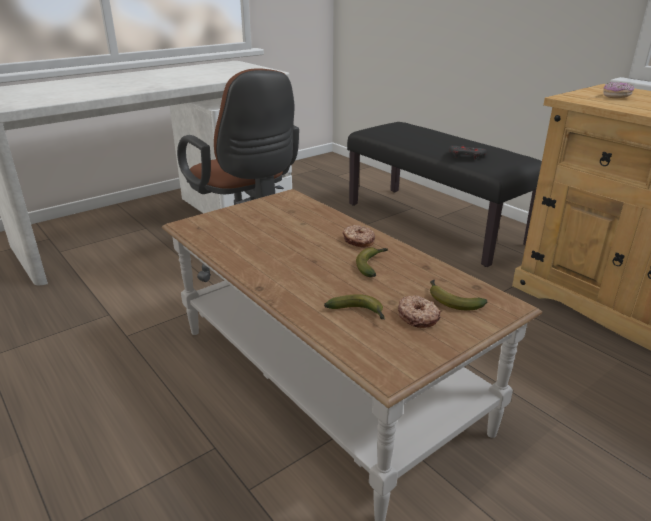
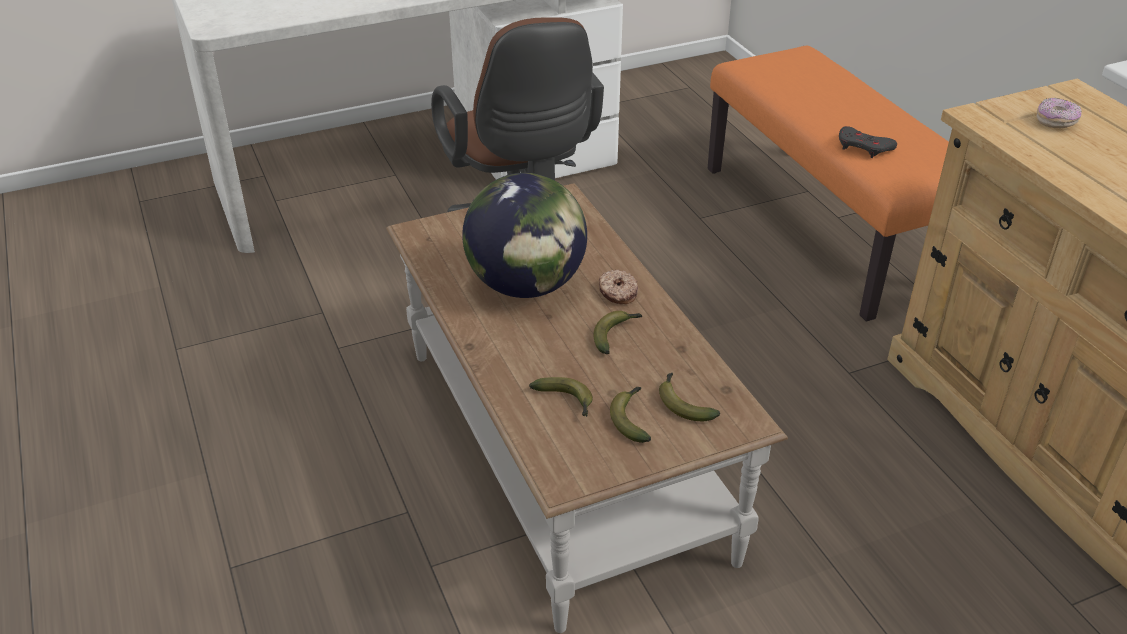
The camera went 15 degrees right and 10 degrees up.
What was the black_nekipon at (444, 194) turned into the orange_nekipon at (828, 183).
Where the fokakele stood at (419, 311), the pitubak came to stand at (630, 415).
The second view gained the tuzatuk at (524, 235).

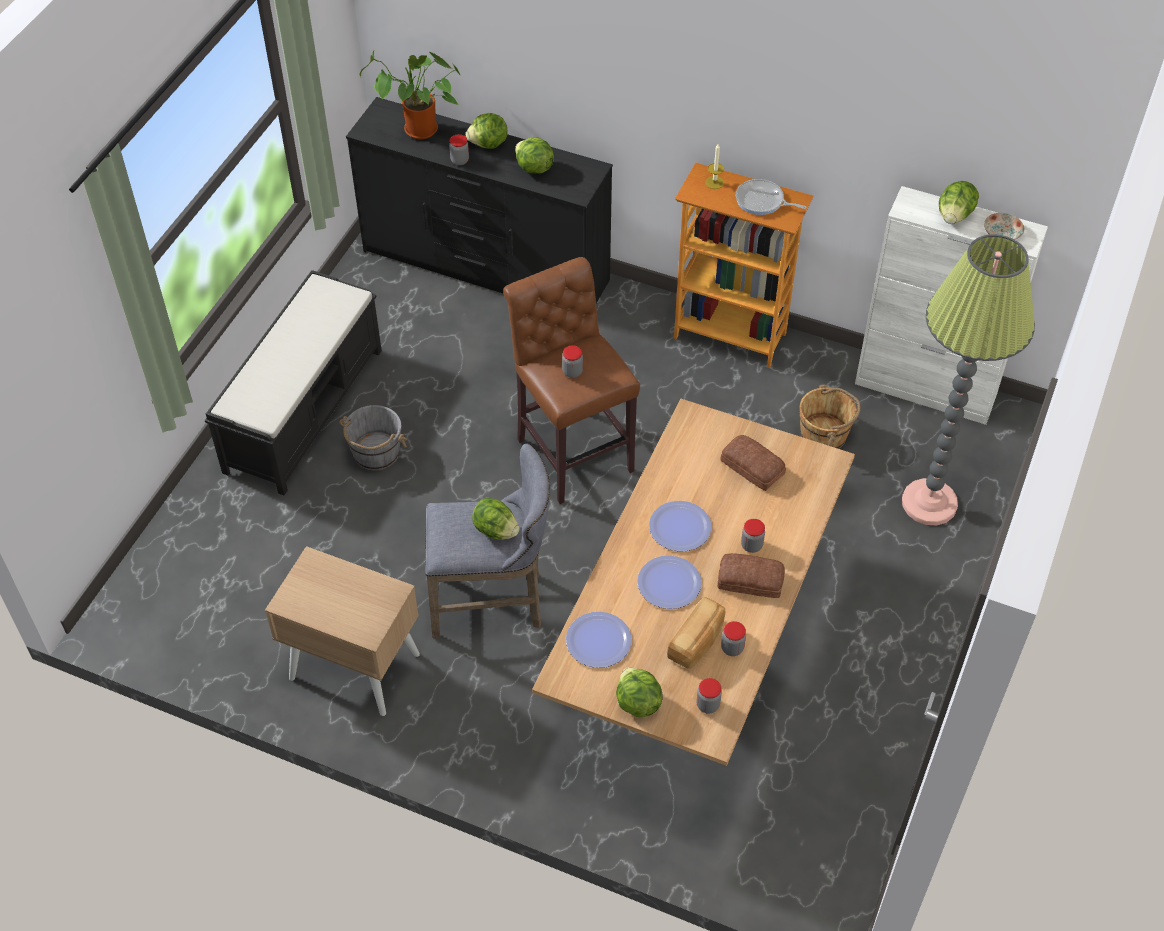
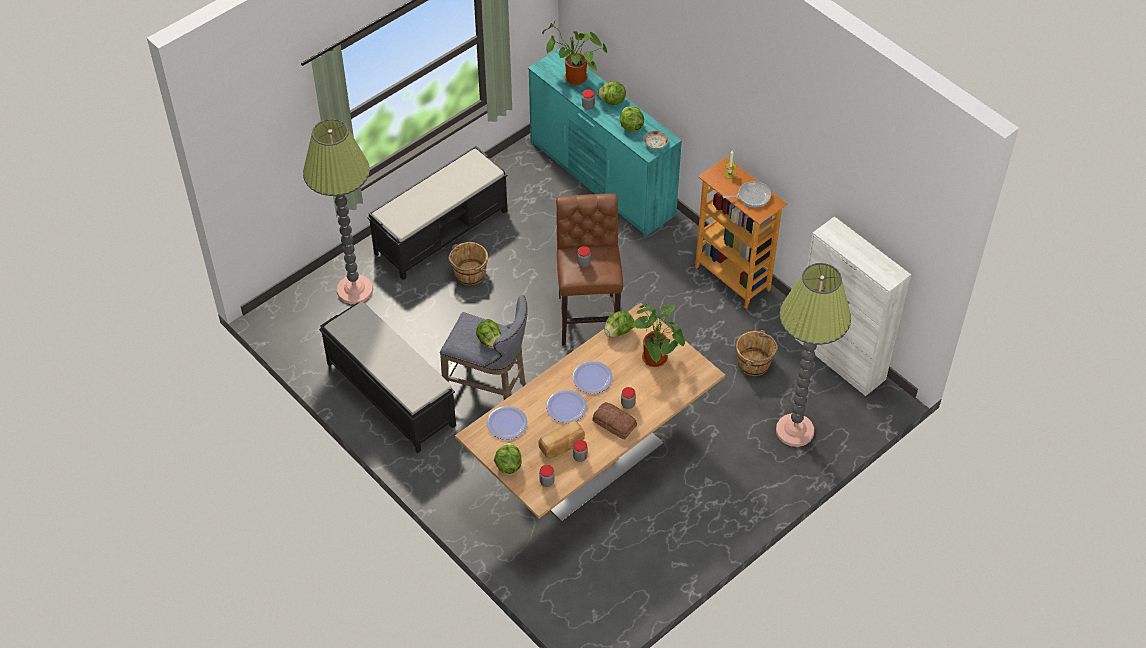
The camera went 25 degrees right and 0 degrees up.
What was the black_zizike at (479, 200) turned into the turquoise_zizike at (605, 141).
The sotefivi at (771, 197) ended up facing another way, 120 degrees clockwise from before.
The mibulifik ended up elsewhere, having gone from (959, 202) to (619, 324).
The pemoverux ended up elsewhere, having gone from (1004, 226) to (656, 140).
What was the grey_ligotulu at (373, 438) turned into the brown_ligotulu at (468, 263).
Where the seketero stood at (753, 463), the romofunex came to stand at (658, 335).
Where the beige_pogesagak stood at (342, 631), the black_nekipon came to stand at (387, 377).
The second view gained the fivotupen at (338, 211).

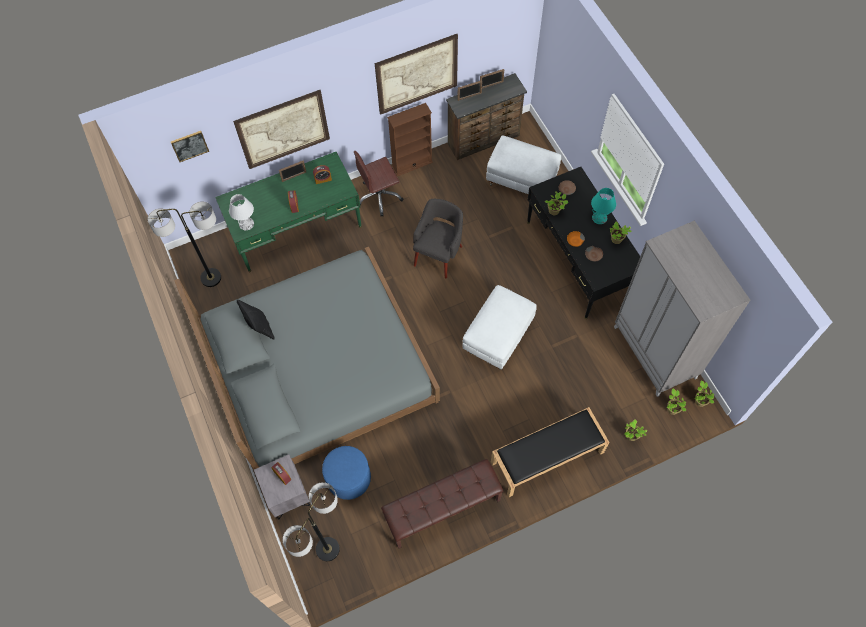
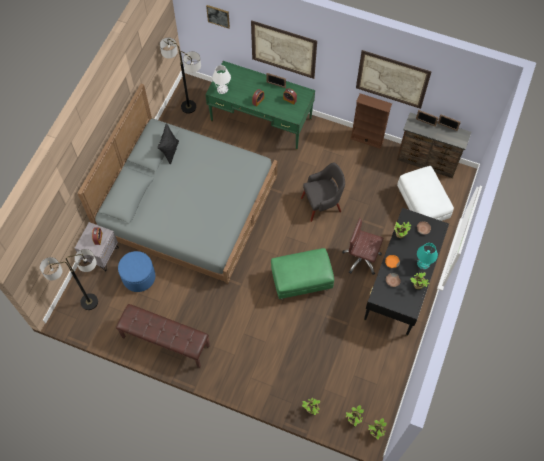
The camera went 45 degrees right and 0 degrees up.
The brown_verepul ended up elsewhere, having gone from (379, 183) to (362, 246).
The second view lost the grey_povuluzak at (682, 308).
What was the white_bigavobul at (499, 327) turned into the green_bigavobul at (302, 274).
The second view lost the black_nekipon at (550, 452).

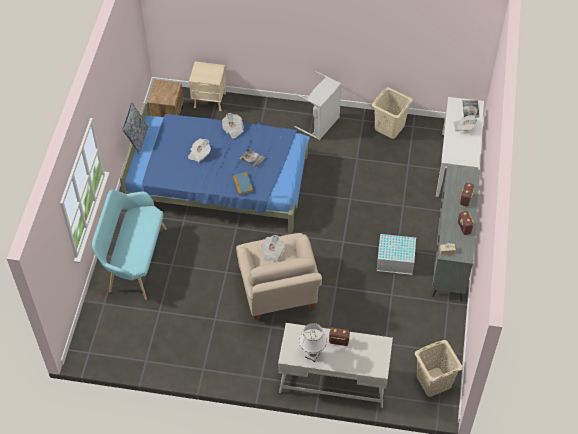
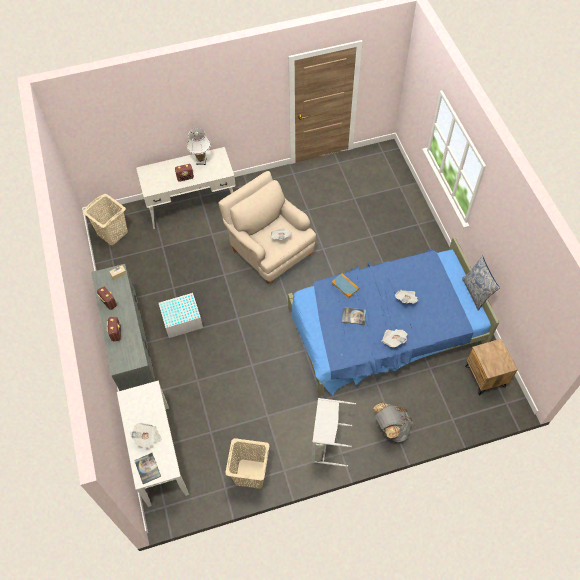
The camera went 155 degrees right and 5 degrees up.
The second view lost the beige_pogesagak at (207, 86).
The second view lost the turquoise_nekipon at (129, 245).
The second view gained the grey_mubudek at (393, 422).

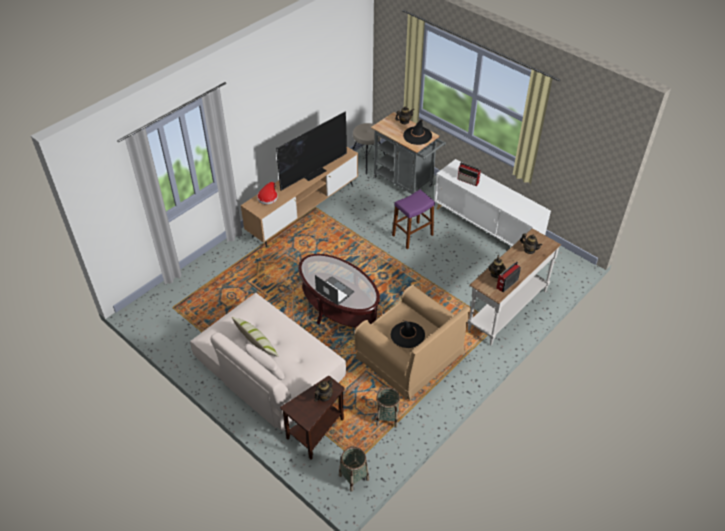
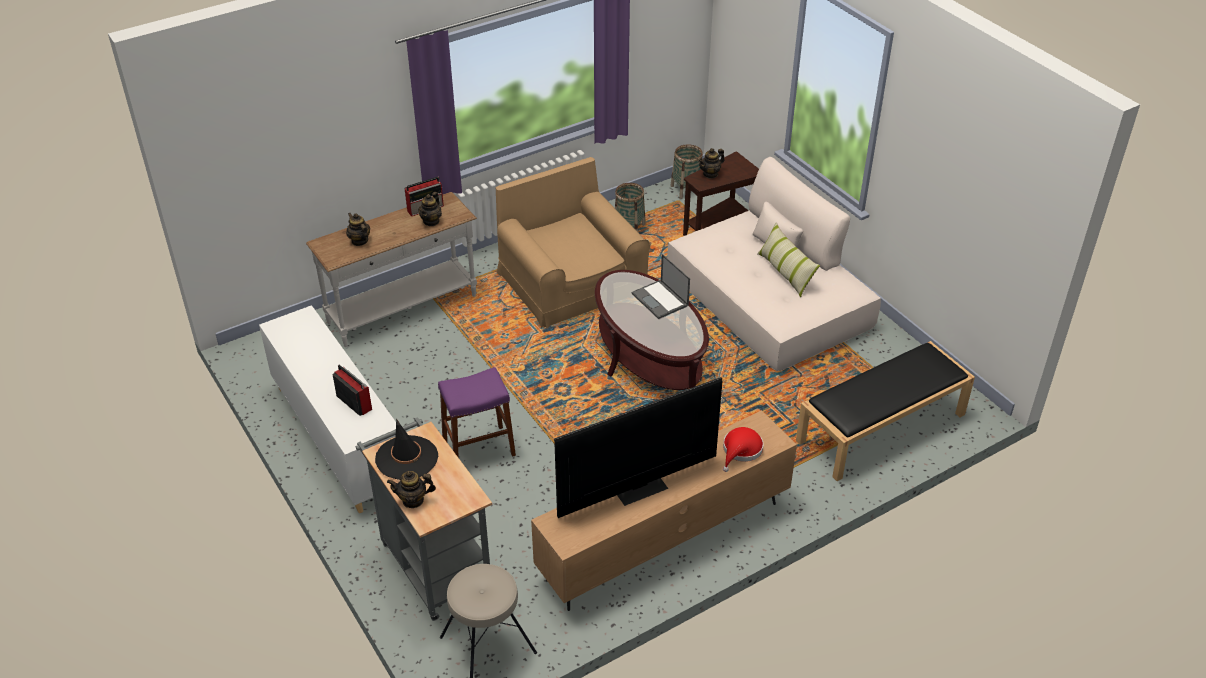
The camera went 165 degrees left and 5 degrees down.
The second view lost the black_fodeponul at (408, 334).
The second view gained the black_nekipon at (885, 411).

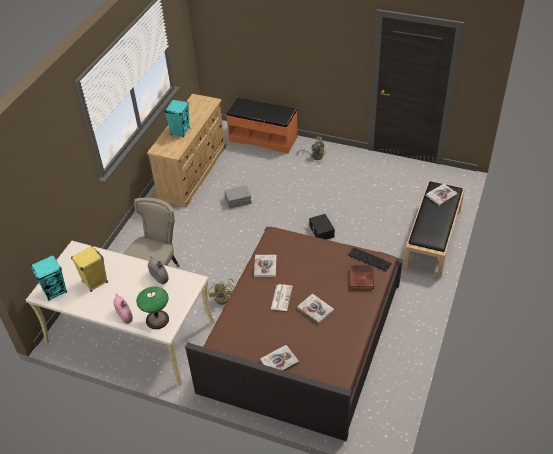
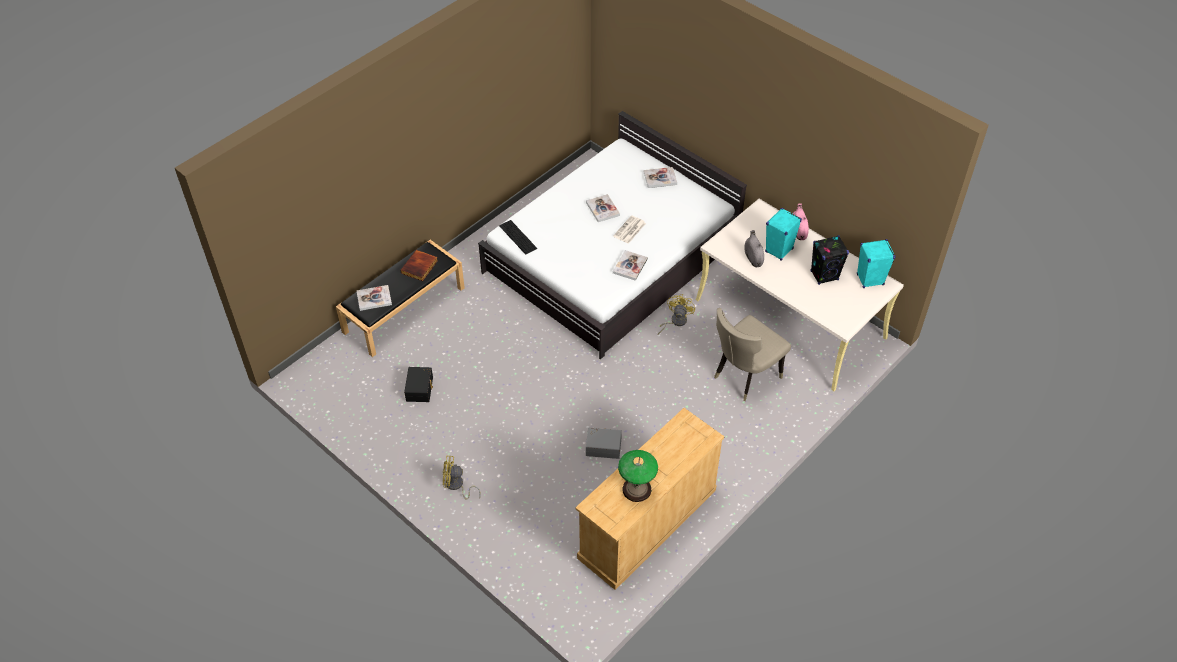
The camera went 160 degrees left and 5 degrees up.
The second view lost the orange_nekipon at (262, 126).
The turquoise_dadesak ended up elsewhere, having gone from (177, 118) to (783, 234).
The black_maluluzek ended up elsewhere, having gone from (322, 227) to (418, 384).
What was the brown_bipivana at (294, 334) turned into the white_bipivana at (612, 235).
What was the yellow_dadesak at (89, 268) turned into the black_dadesak at (830, 260).
The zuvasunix ended up elsewhere, having gone from (362, 277) to (419, 265).
The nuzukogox ended up elsewhere, having gone from (152, 308) to (638, 476).

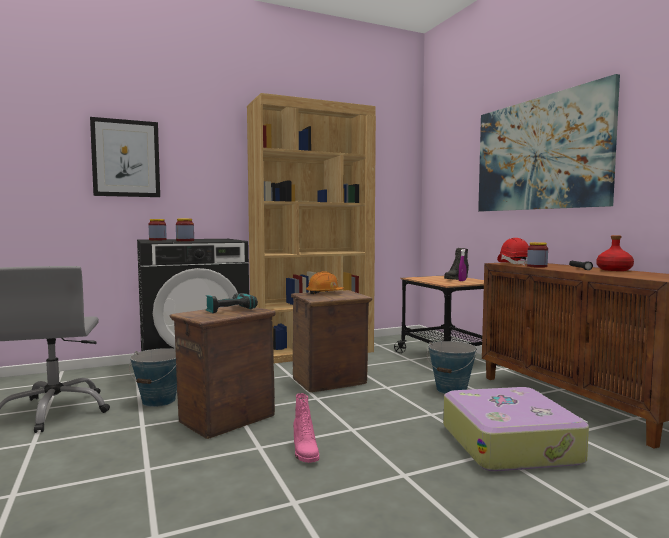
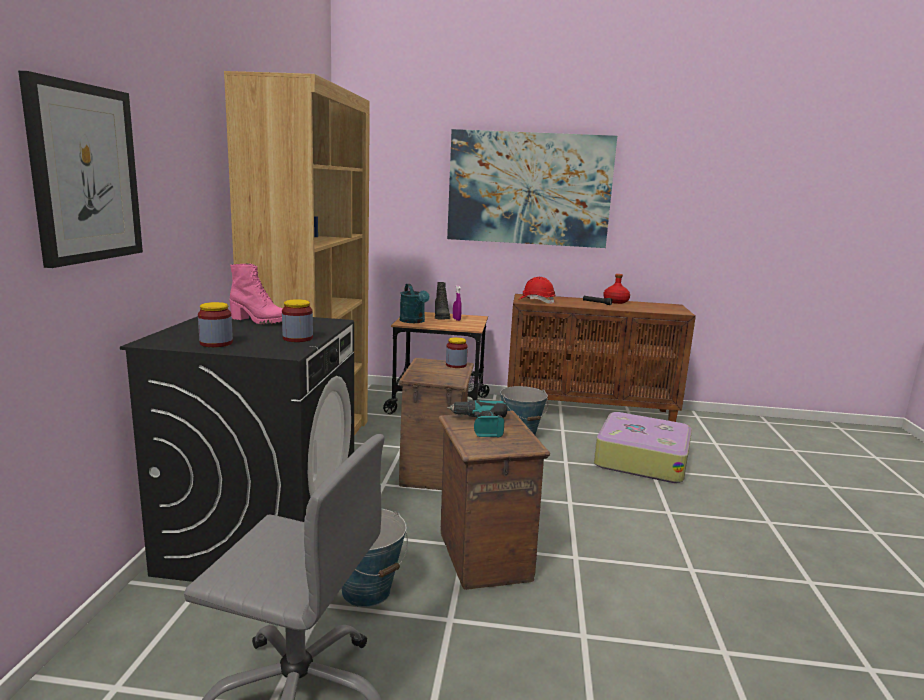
The camera went 60 degrees left and 10 degrees up.
The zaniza ended up elsewhere, having gone from (537, 255) to (457, 352).
The second view lost the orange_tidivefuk at (325, 282).
The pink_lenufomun ended up elsewhere, having gone from (306, 428) to (256, 293).
The second view gained the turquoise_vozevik at (415, 303).

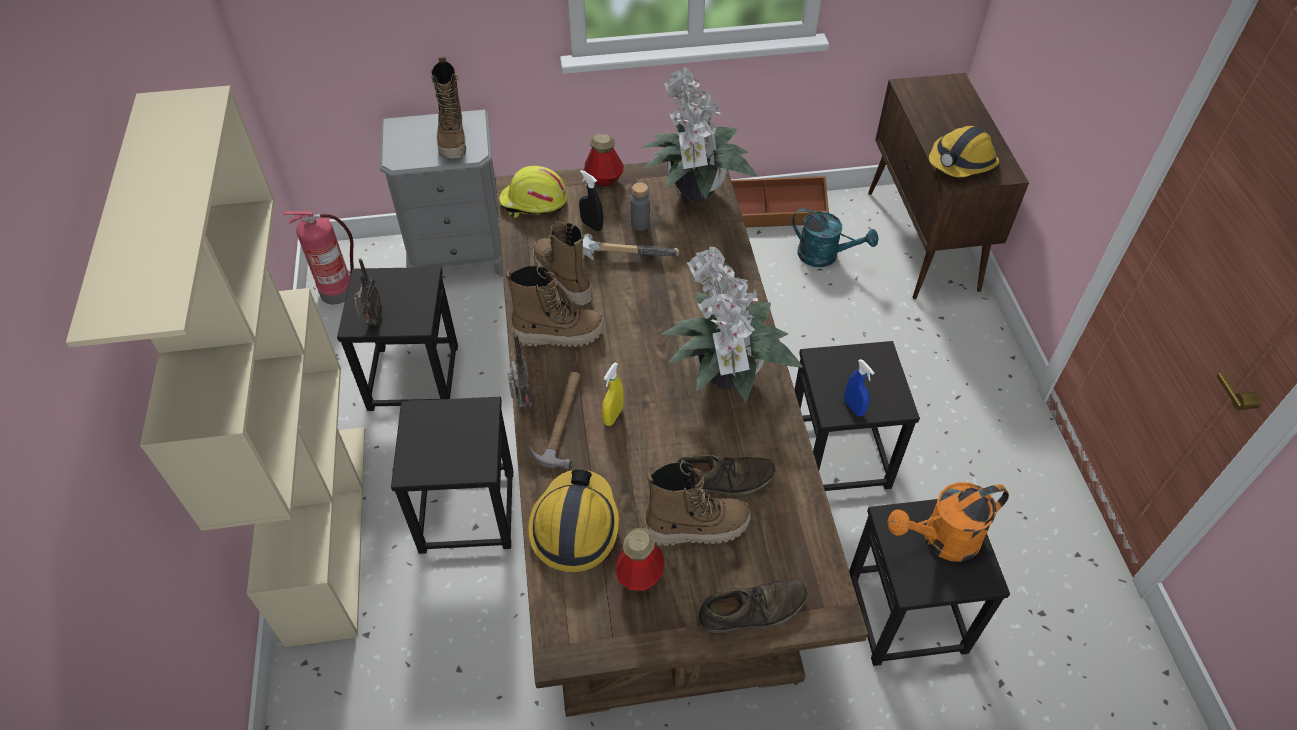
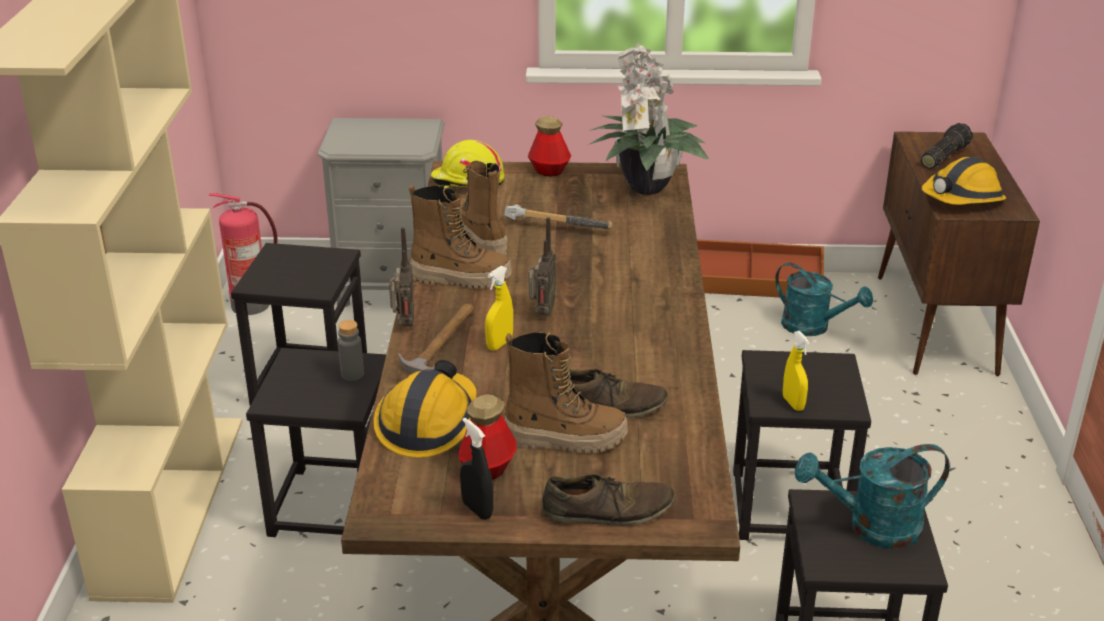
The camera went 10 degrees right and 20 degrees down.
The second view lost the lenufomun at (448, 107).
The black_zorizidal ended up elsewhere, having gone from (591, 200) to (477, 468).
The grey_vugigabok ended up elsewhere, having gone from (640, 206) to (351, 350).
The second view lost the romofunex at (732, 324).
The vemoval ended up elsewhere, having gone from (368, 292) to (542, 266).
What was the blue_zorizidal at (859, 387) turned into the yellow_zorizidal at (796, 371).
What was the orange_vozevik at (948, 522) turned into the turquoise_vozevik at (872, 496).
The second view gained the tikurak at (947, 146).

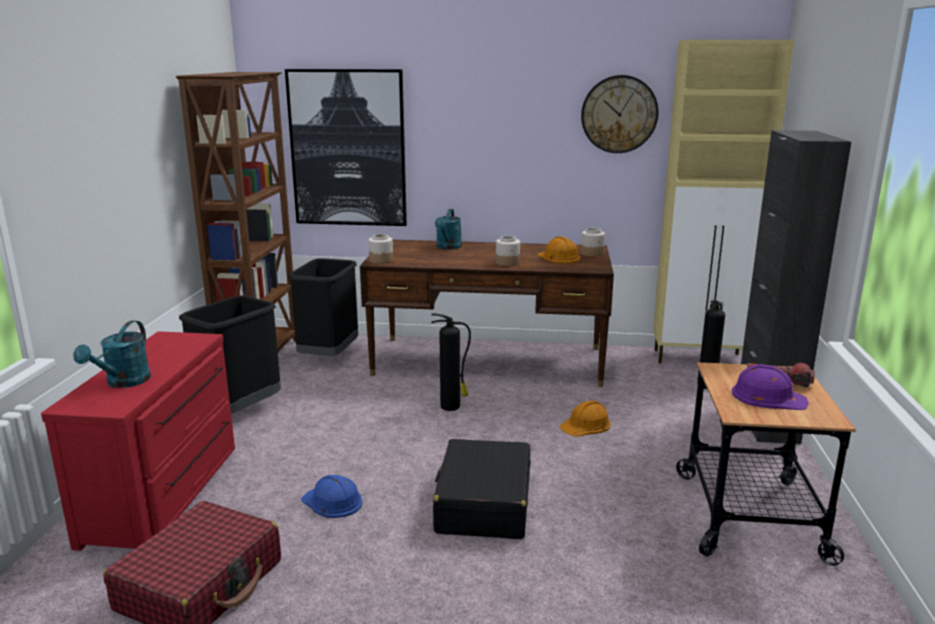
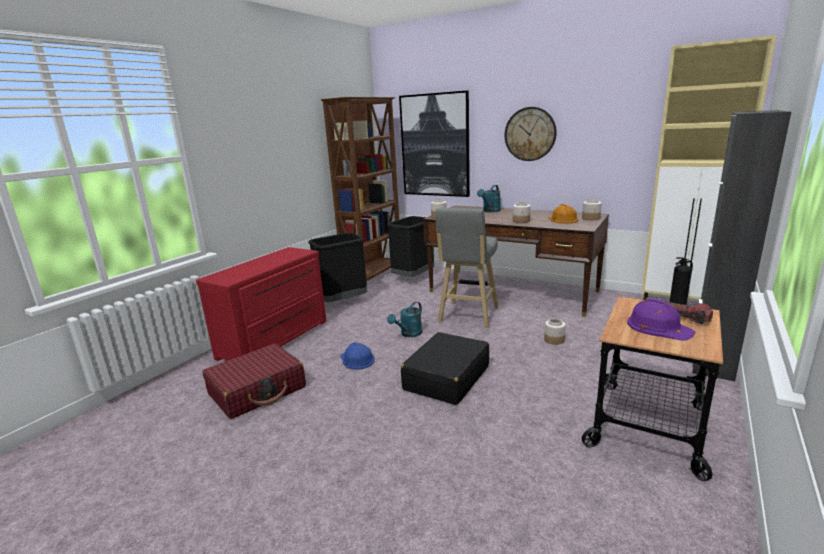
The camera went 25 degrees right and 0 degrees up.
The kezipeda ended up elsewhere, having gone from (620, 114) to (531, 134).
Where the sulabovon stood at (451, 362), the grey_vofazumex came to stand at (467, 268).
The turquoise_vozevik ended up elsewhere, having gone from (112, 354) to (404, 319).
Where the orange_tidivefuk stood at (585, 419), the zaniza came to stand at (555, 331).

